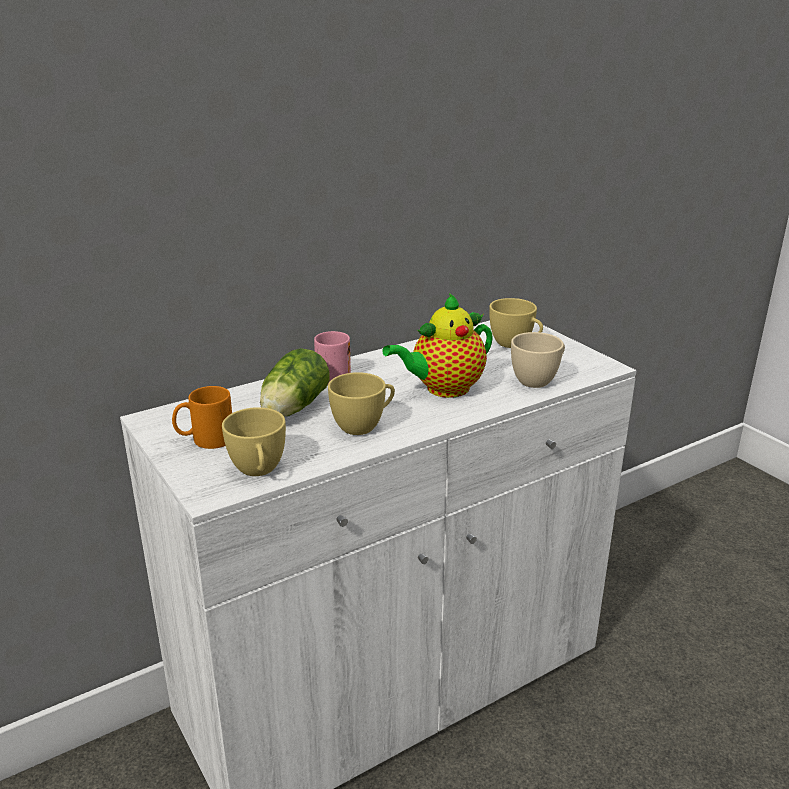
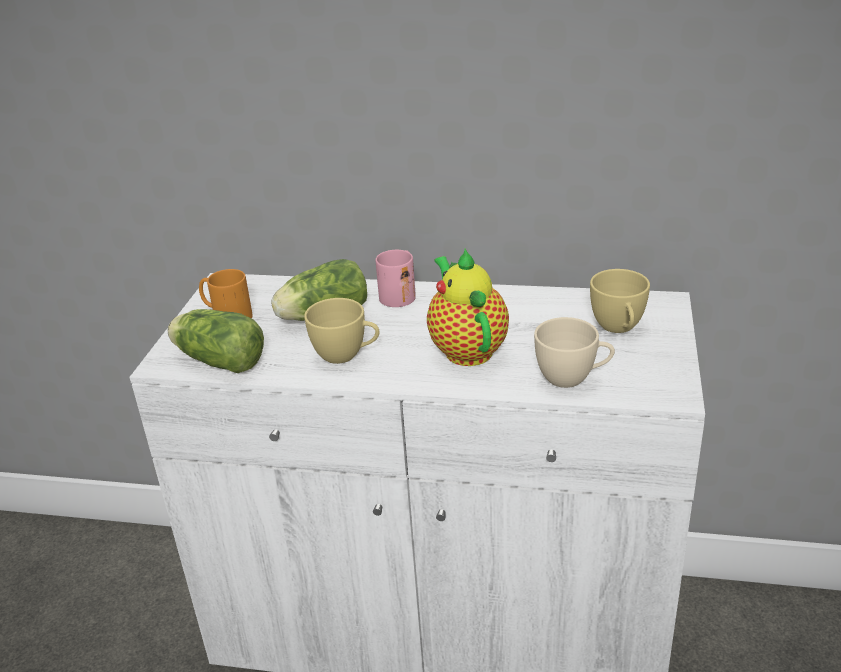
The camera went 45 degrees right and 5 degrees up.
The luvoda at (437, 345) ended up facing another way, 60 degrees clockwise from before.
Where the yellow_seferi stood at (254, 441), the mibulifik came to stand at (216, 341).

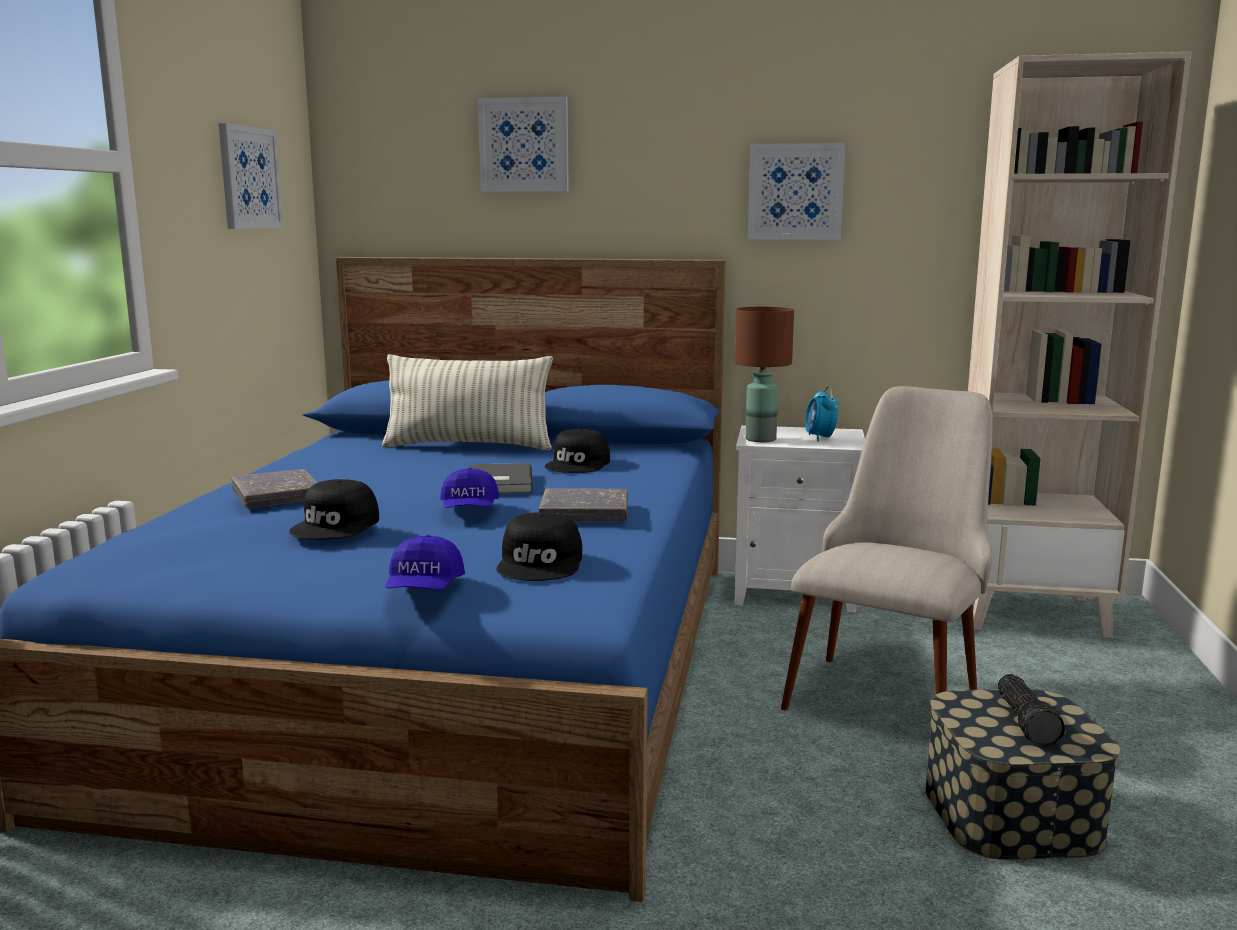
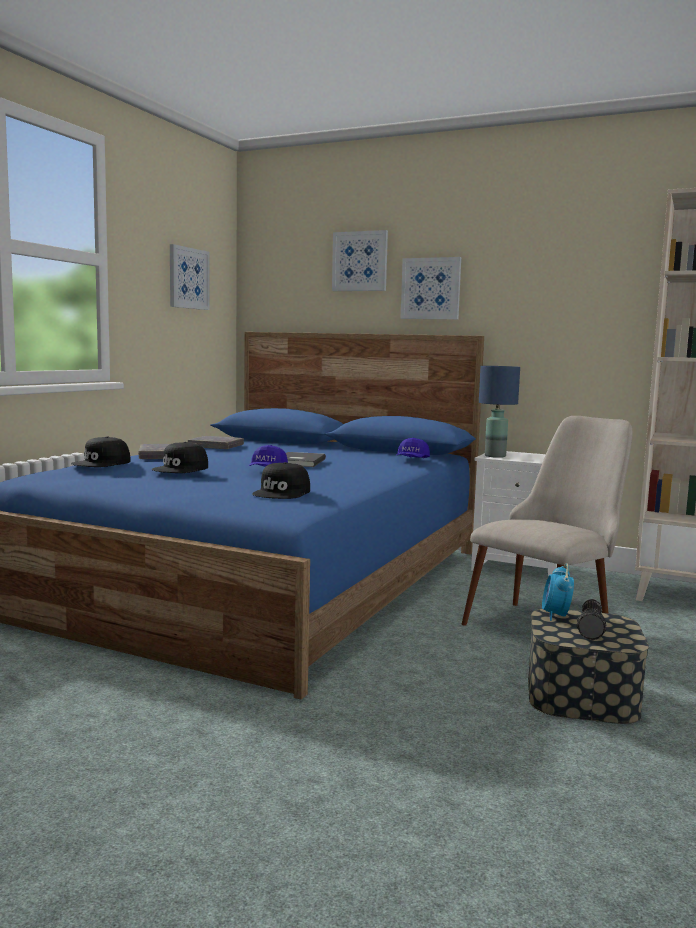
The camera went 15 degrees right and 5 degrees down.
The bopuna ended up elsewhere, having gone from (797, 191) to (430, 288).
What was the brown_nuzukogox at (764, 374) turned into the blue_nuzukogox at (499, 412).
The second view lost the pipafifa at (467, 402).
The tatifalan ended up elsewhere, having gone from (821, 413) to (558, 592).
The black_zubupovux ended up elsewhere, having gone from (577, 451) to (101, 451).
The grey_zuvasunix ended up elsewhere, having gone from (583, 505) to (216, 442).
The blue_zubupovux ended up elsewhere, having gone from (425, 562) to (413, 448).

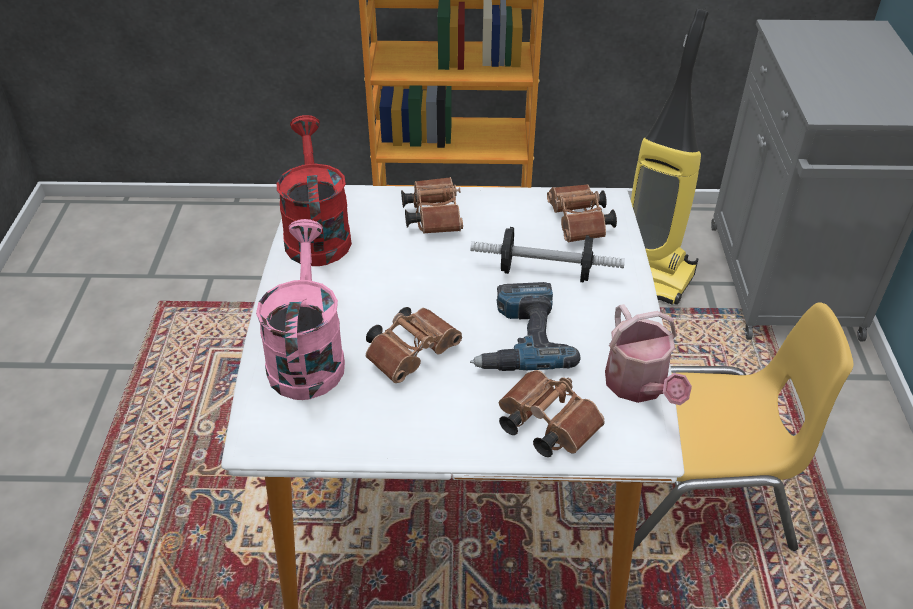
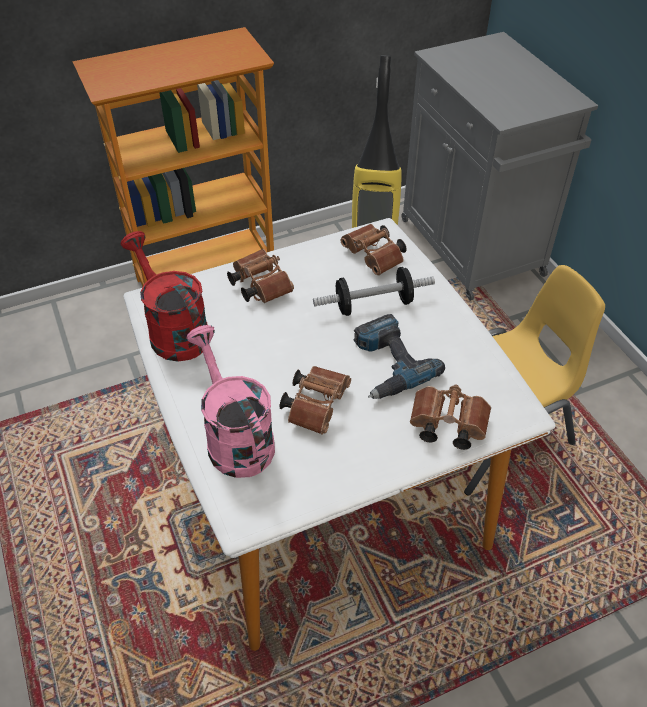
The camera went 25 degrees left and 5 degrees up.
The second view lost the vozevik at (648, 354).

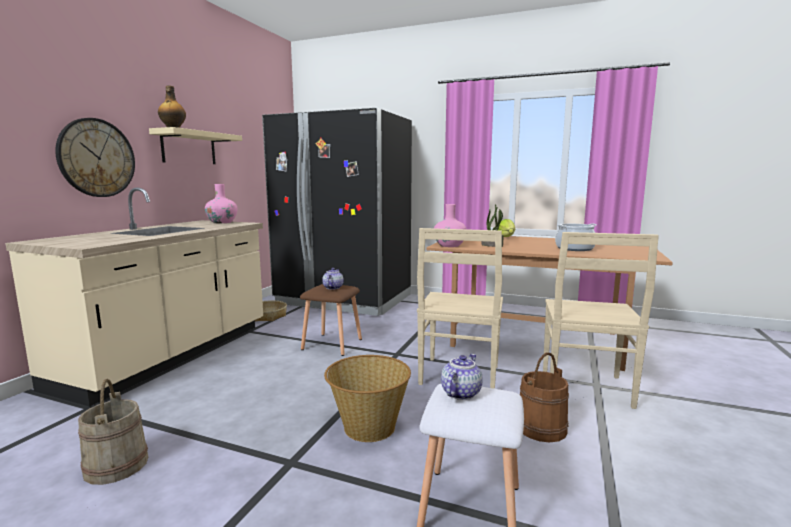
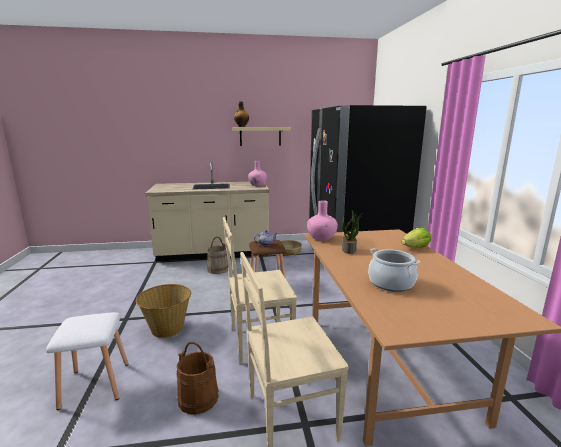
The camera went 60 degrees right and 5 degrees up.
The second view lost the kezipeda at (95, 157).
The second view lost the luvoda at (462, 377).
The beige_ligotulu ended up elsewhere, having gone from (113, 432) to (217, 255).

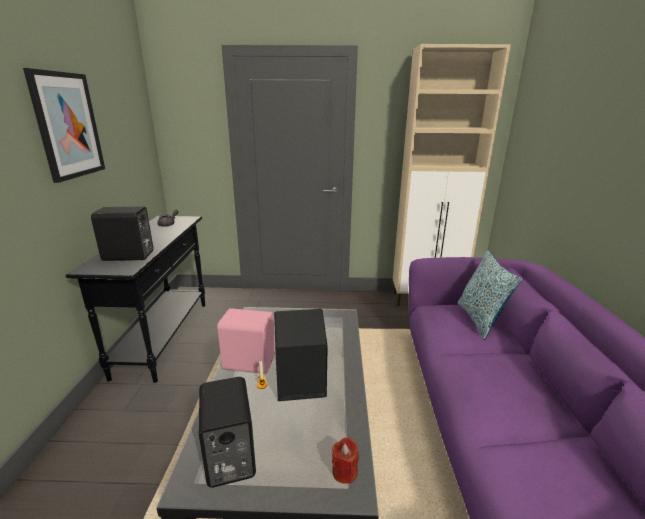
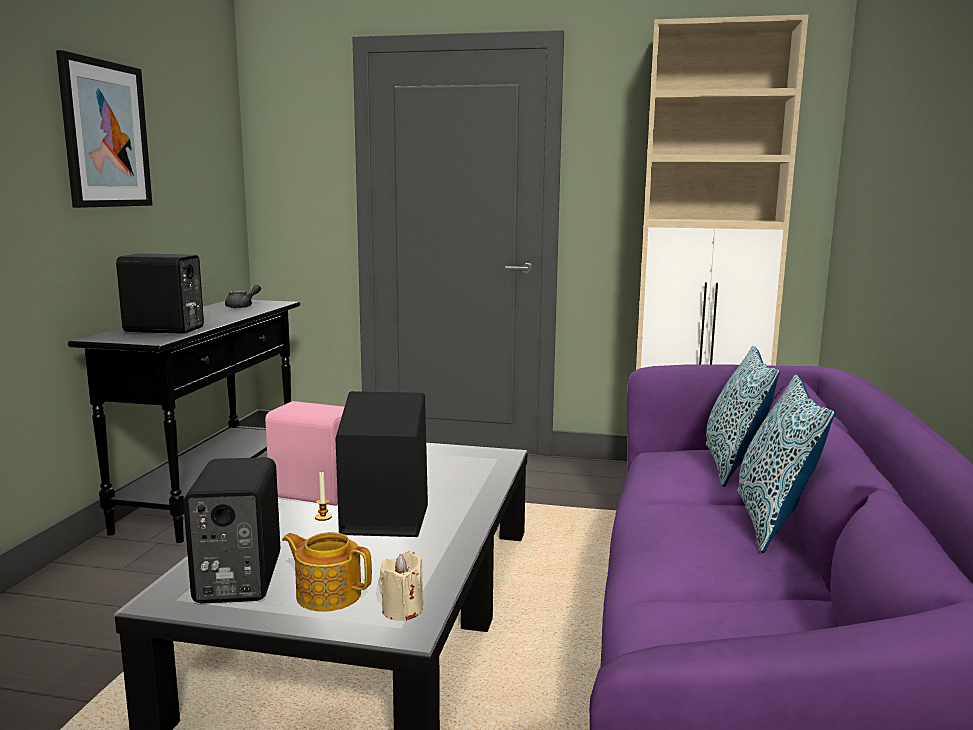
The camera went 10 degrees right and 10 degrees down.
What was the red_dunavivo at (345, 460) turned into the beige_dunavivo at (401, 586).
The second view gained the pipafifa at (786, 464).
The second view gained the luvoda at (327, 572).

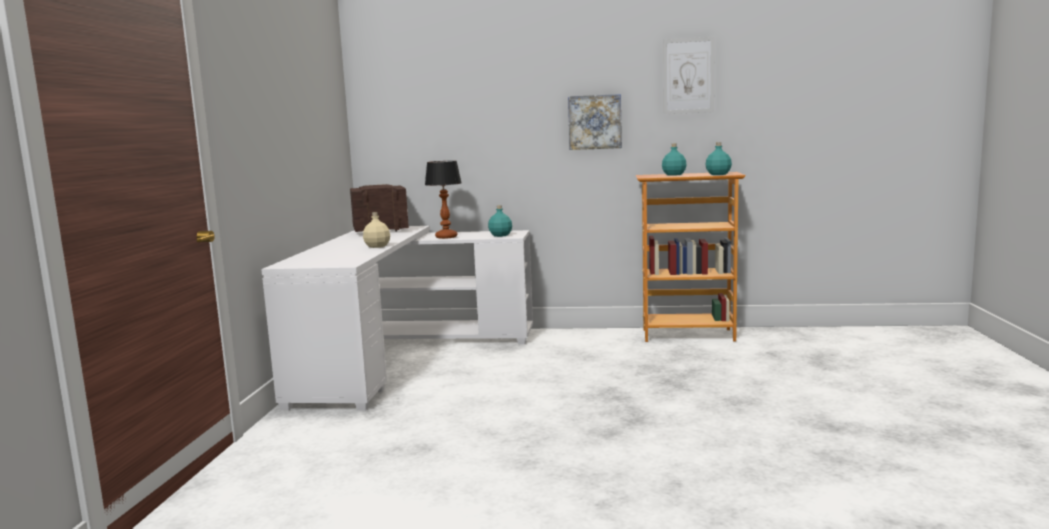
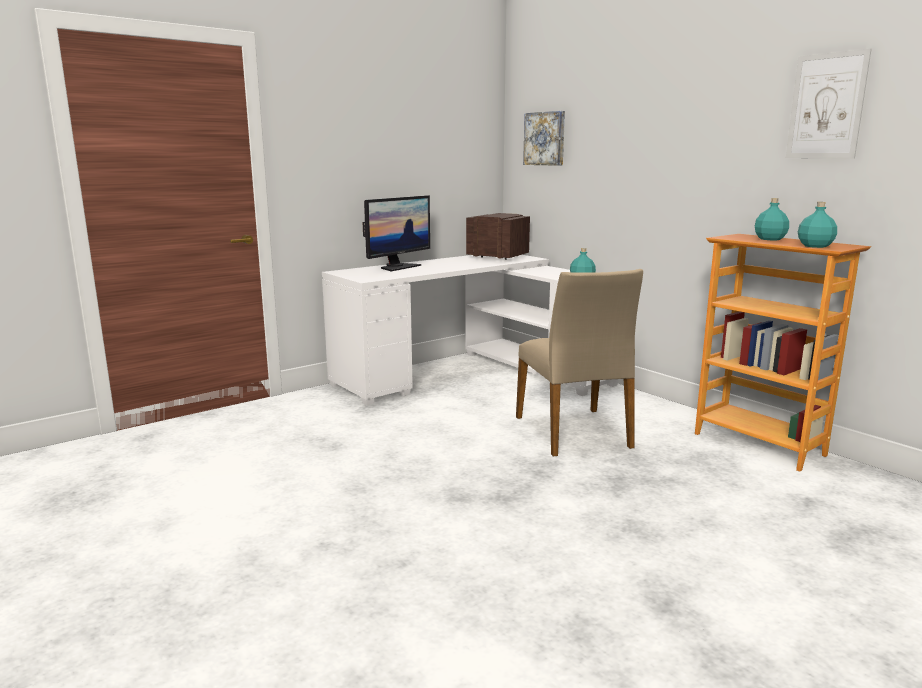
The camera went 45 degrees right and 5 degrees up.
The bopuna ended up elsewhere, having gone from (595, 122) to (544, 138).
The second view lost the nuzukogox at (443, 200).
The second view lost the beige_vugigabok at (376, 230).
The second view gained the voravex at (396, 233).
The second view gained the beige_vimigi at (579, 362).

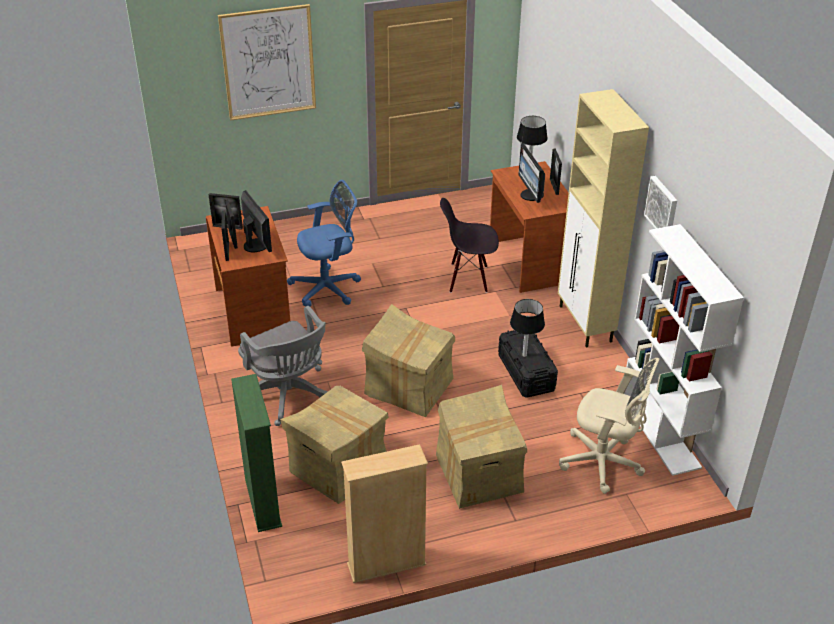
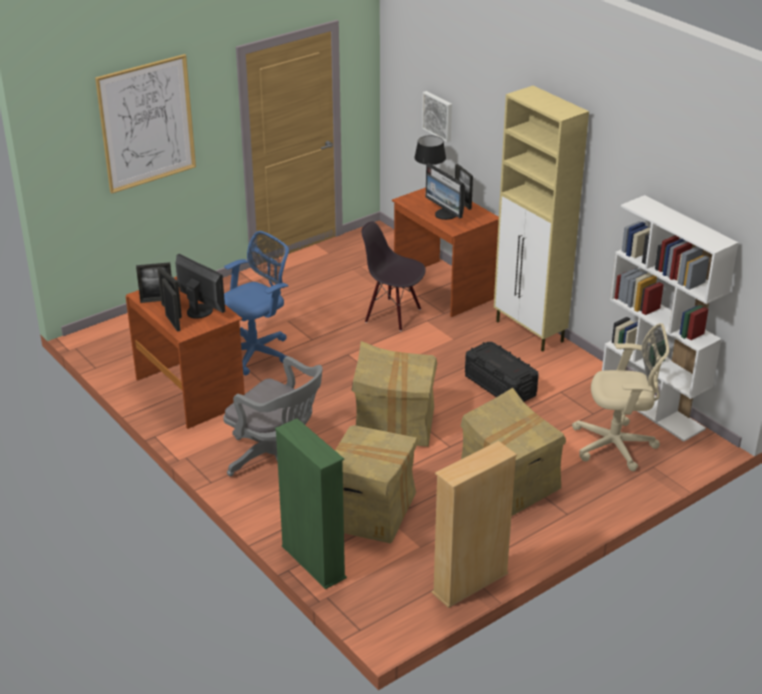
The camera went 20 degrees left and 5 degrees down.
The bopuna ended up elsewhere, having gone from (660, 202) to (437, 116).
The black_vimigi at (469, 245) ended up facing another way, 45 degrees clockwise from before.
The second view lost the black_nuzukogox at (527, 328).

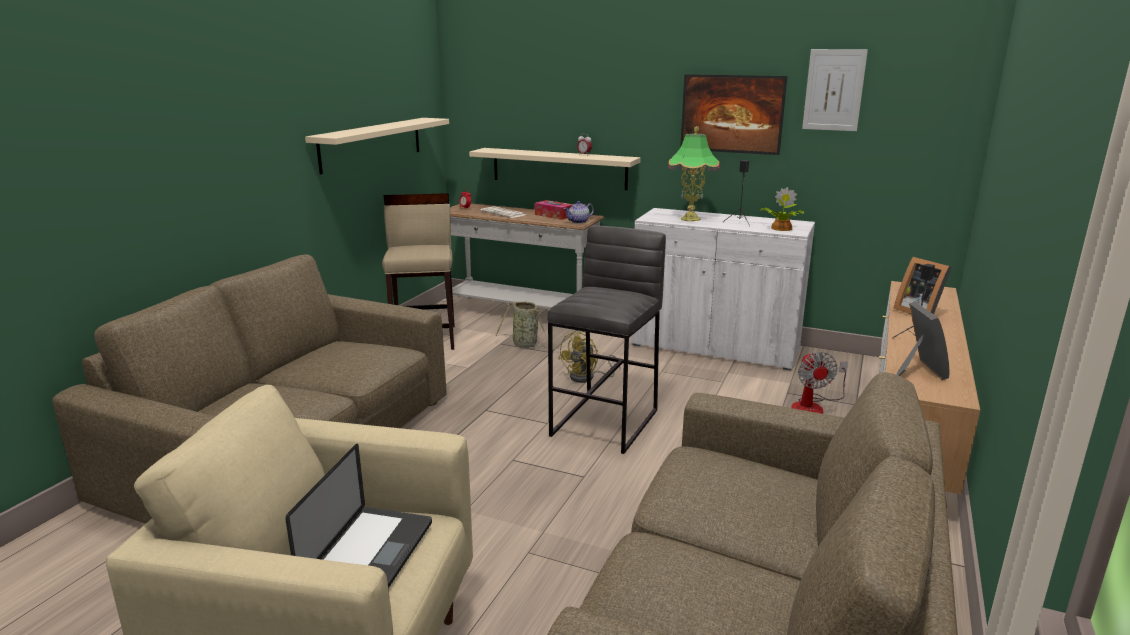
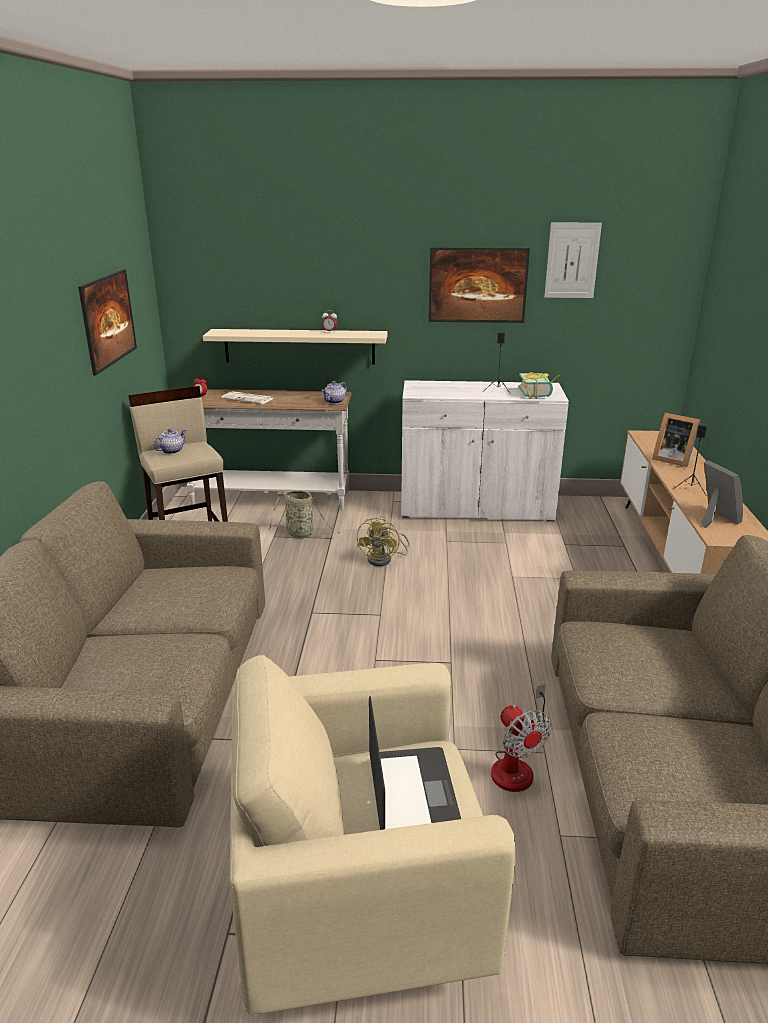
The camera went 20 degrees left and 5 degrees up.
Where the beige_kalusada hung at (377, 146), the bopuna came to hang at (107, 322).
The second view lost the nuzukogox at (694, 173).
Where the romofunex stood at (782, 209), the zuvasunix came to stand at (539, 385).
The second view lost the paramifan at (554, 210).
The second view lost the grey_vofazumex at (606, 339).
The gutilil ended up elsewhere, having gone from (819, 383) to (521, 738).
The second view gained the luvoda at (169, 441).

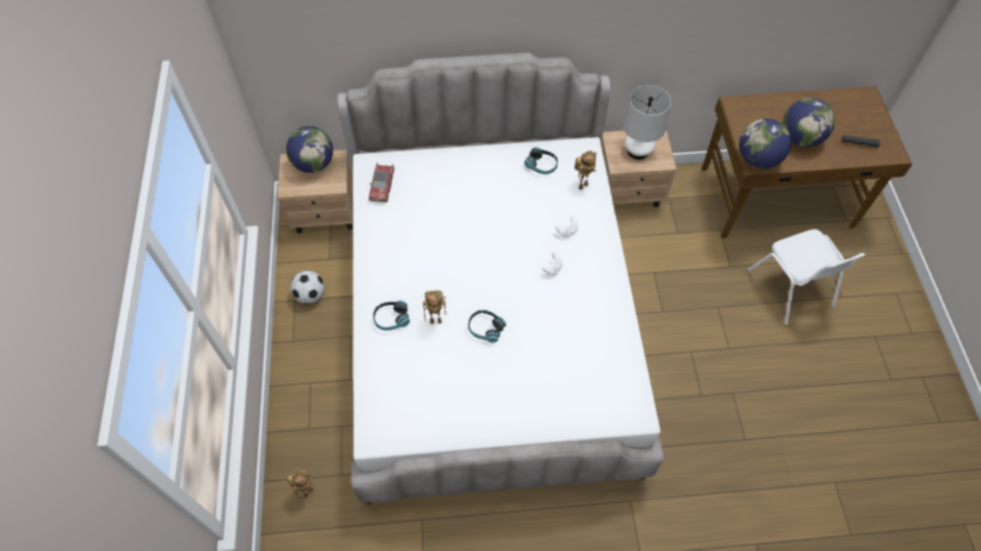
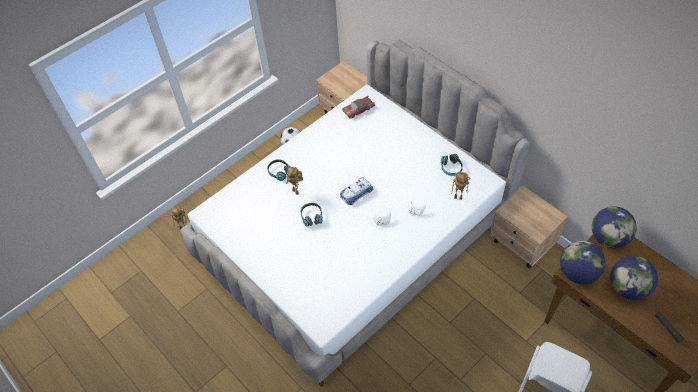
The camera went 55 degrees right and 5 degrees down.
The second view lost the white_nuzukogox at (647, 122).
The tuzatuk ended up elsewhere, having gone from (309, 149) to (614, 227).
The second view gained the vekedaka at (356, 191).

